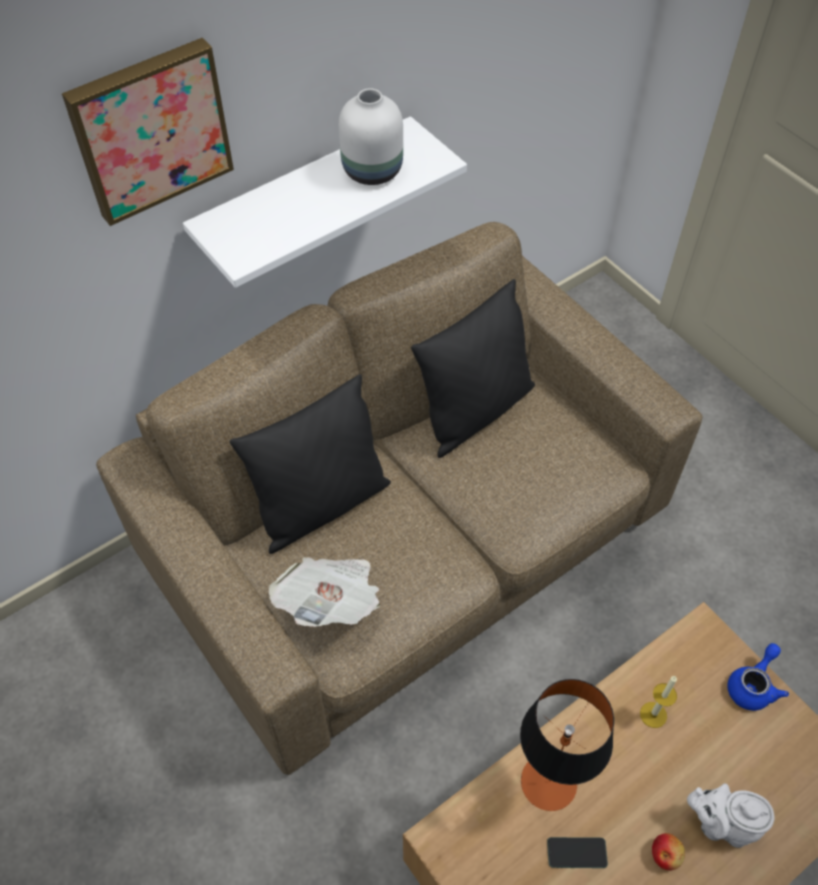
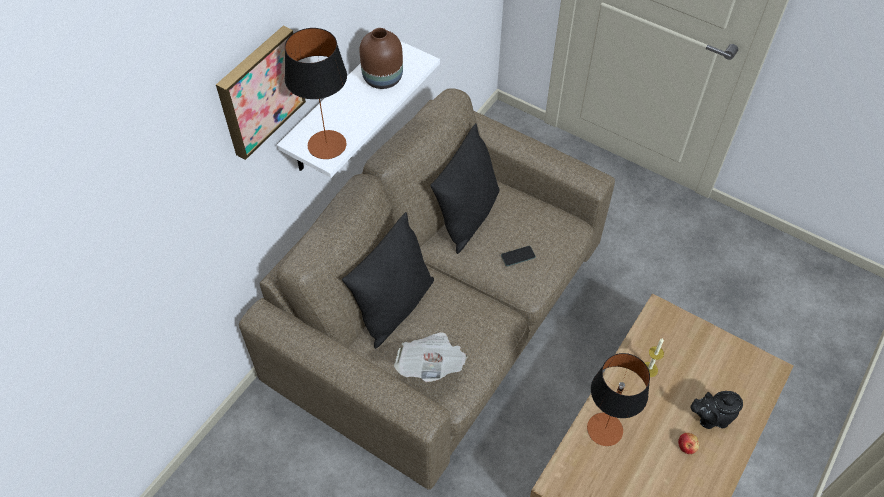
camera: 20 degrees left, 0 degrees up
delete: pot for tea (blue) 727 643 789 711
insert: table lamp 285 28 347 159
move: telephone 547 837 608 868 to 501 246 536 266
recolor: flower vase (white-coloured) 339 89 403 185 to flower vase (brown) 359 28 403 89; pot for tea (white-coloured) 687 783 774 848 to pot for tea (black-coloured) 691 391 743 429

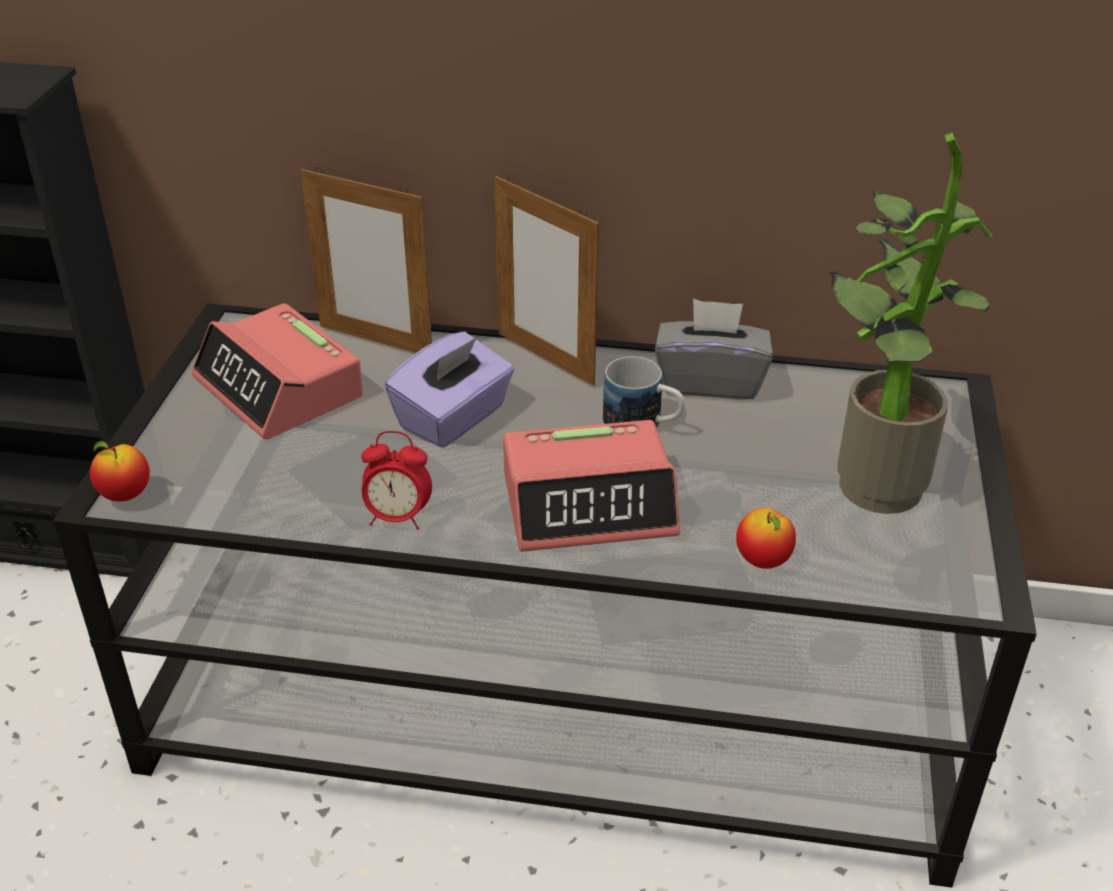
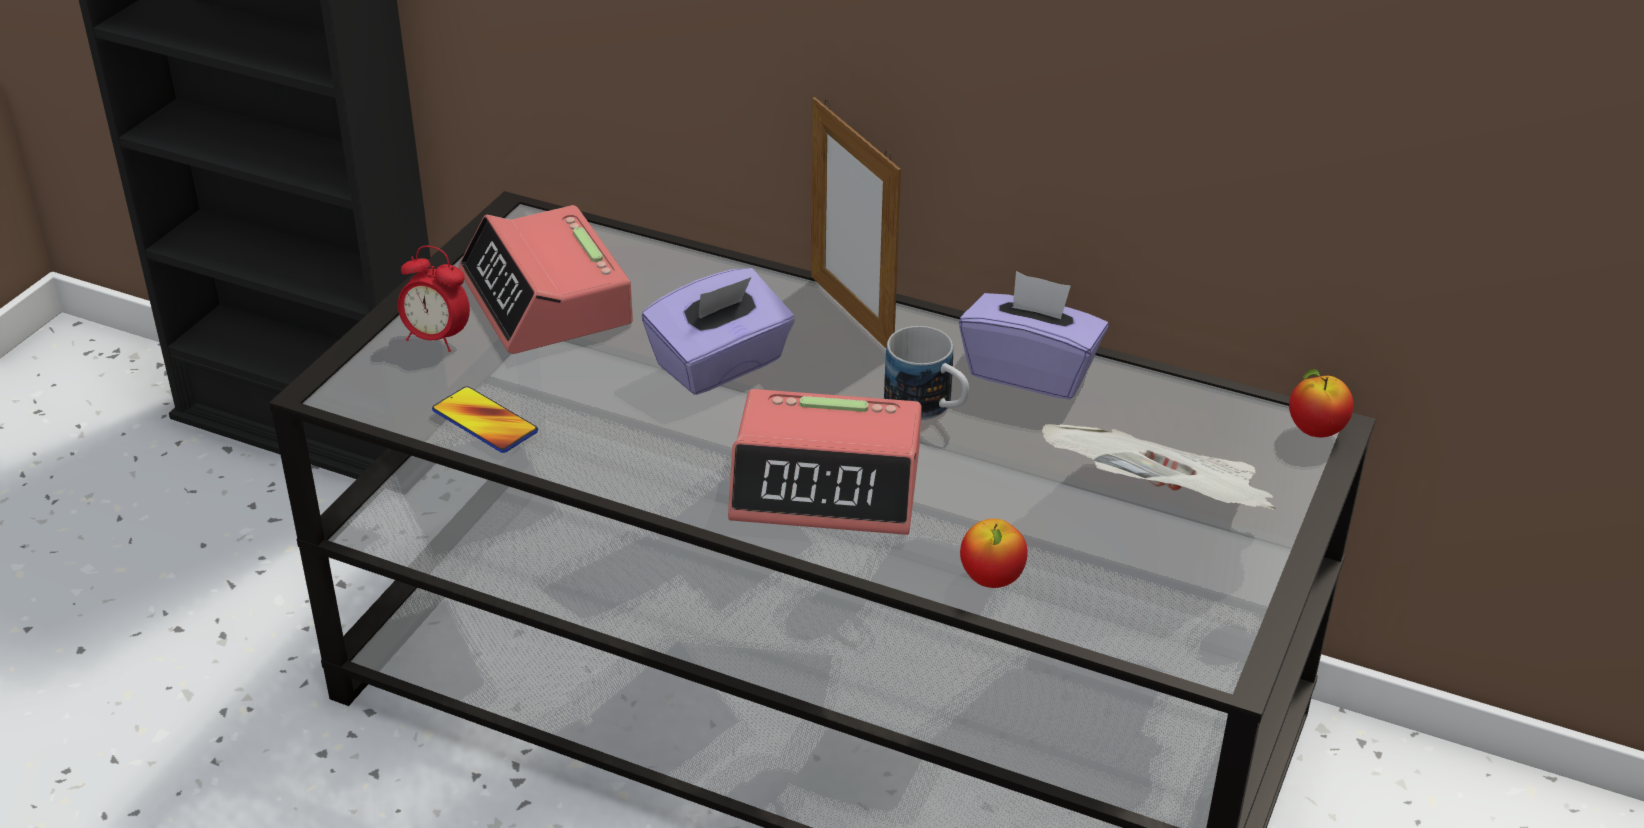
camera: 15 degrees right, 0 degrees up
delete: picture frame 301 167 432 353
insert: telephone 432 386 538 453
move: apple fruit 90 441 150 502 to 1289 369 1354 437; alarm clock 361 431 432 530 to 398 246 470 352
replace: potted plant 829 133 992 514 to daily paper 1042 424 1275 510
recolor: tissue box (greyish) 655 299 773 399 to tissue box (purple) 959 271 1108 399

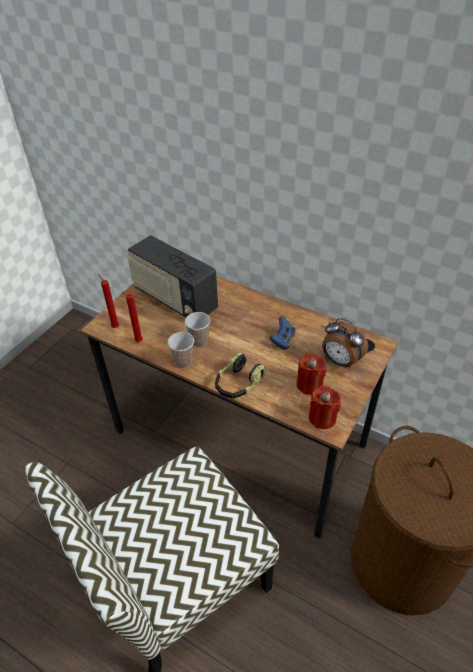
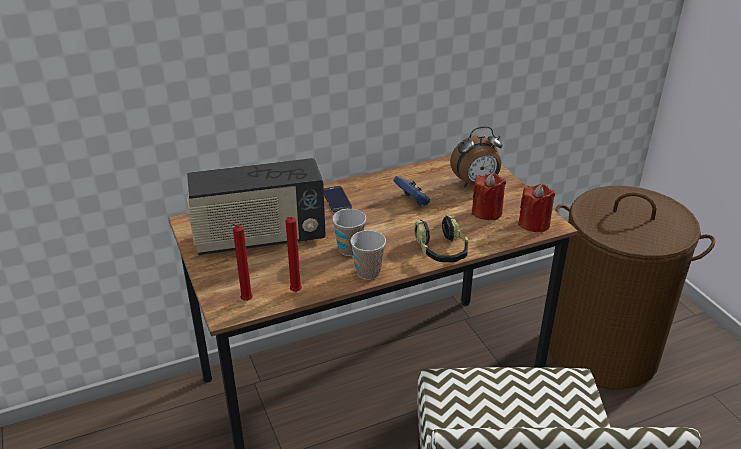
camera: 55 degrees left, 10 degrees down
insert: telephone 324 186 352 212

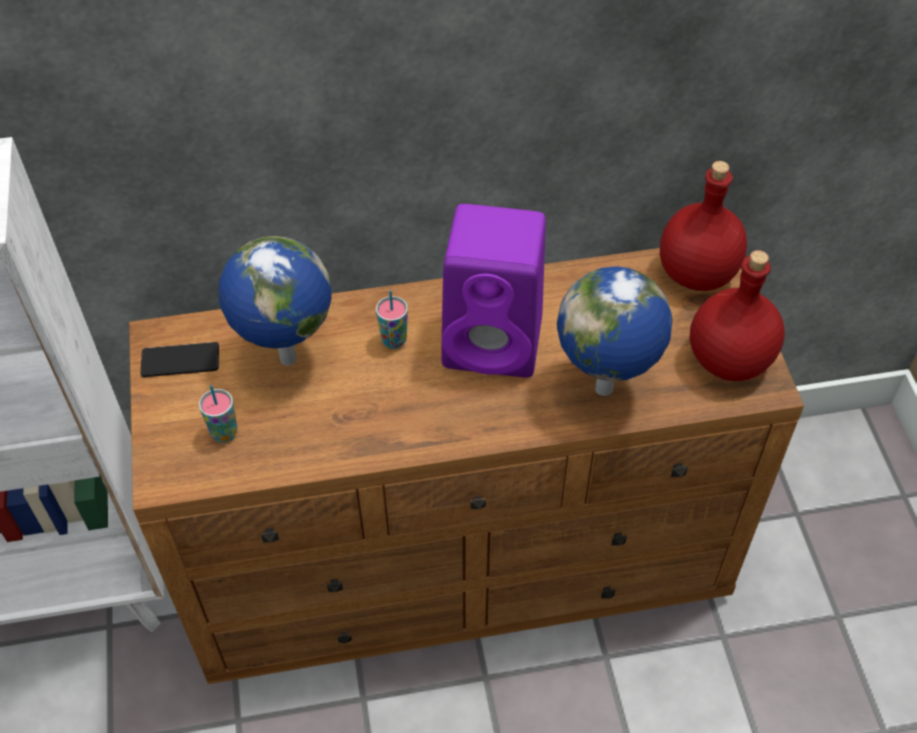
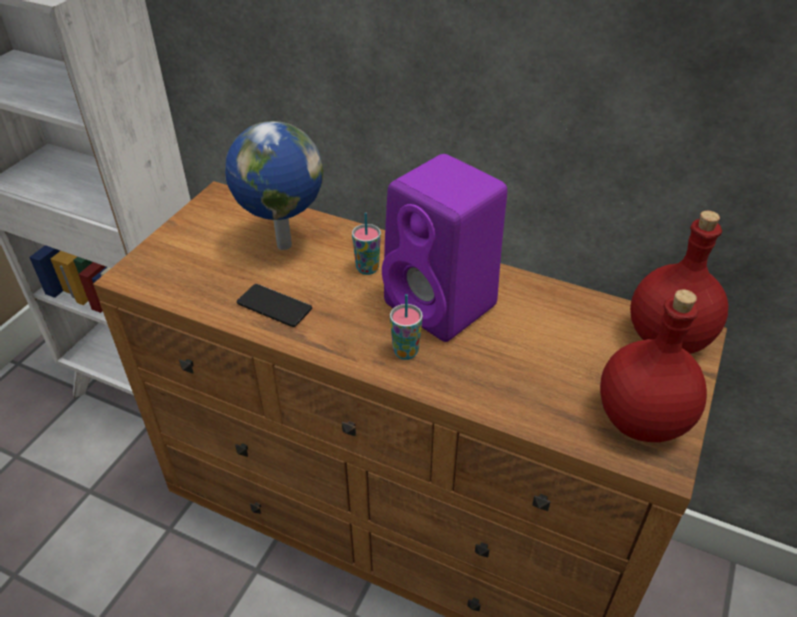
camera: 35 degrees right, 10 degrees down
delete: desk globe 557 266 672 396
move: telephone 140 342 219 377 to 237 284 312 327; drinking cup 199 385 238 443 to 390 294 423 360

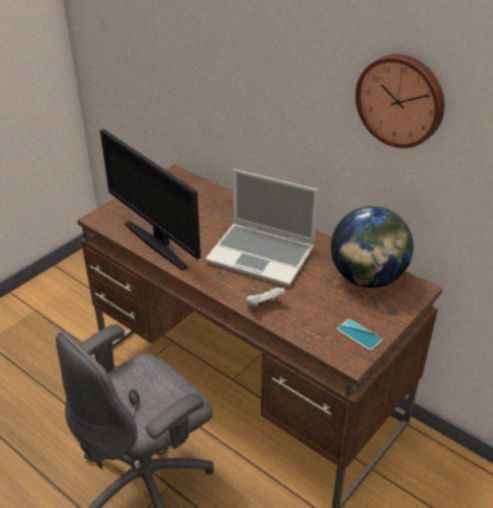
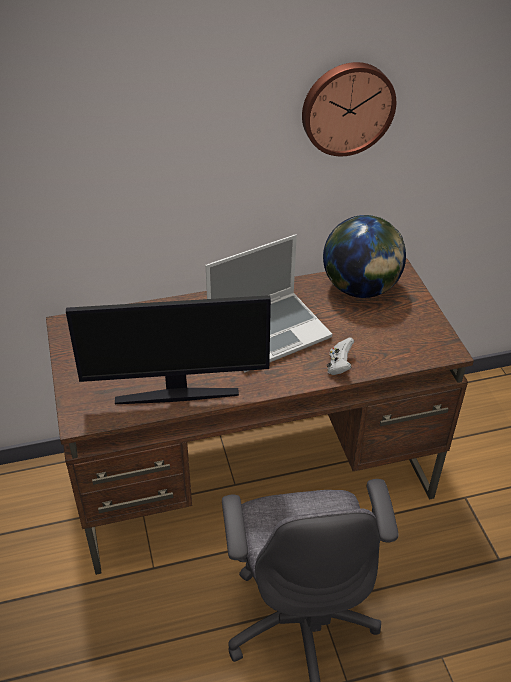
camera: 55 degrees left, 5 degrees up
delete: telephone 337 319 383 351

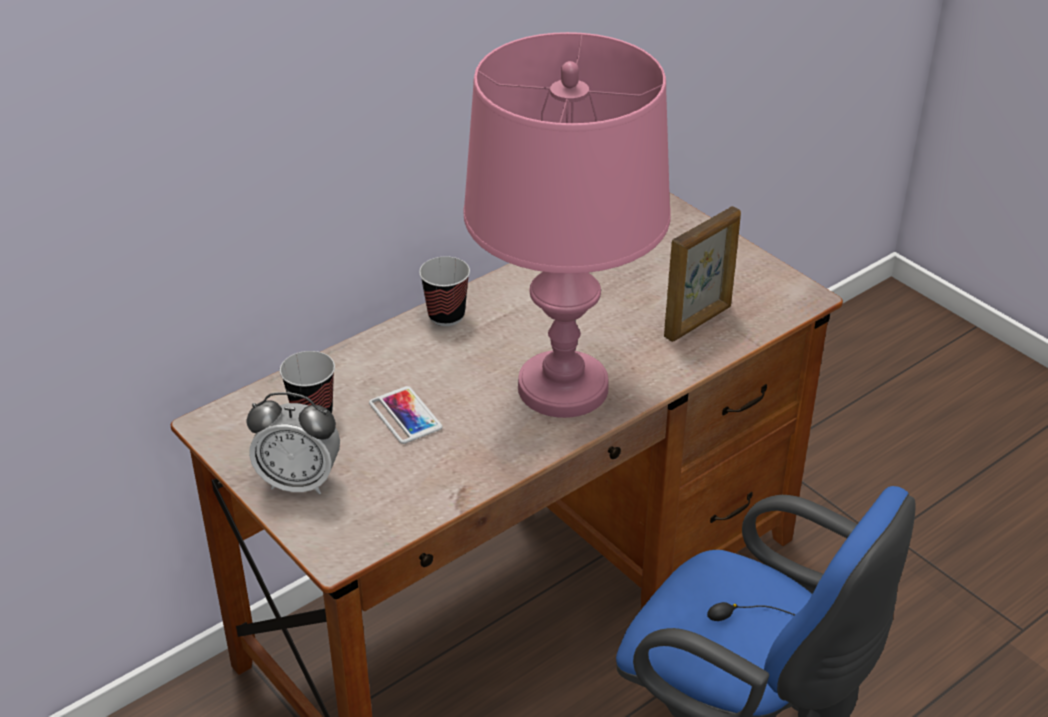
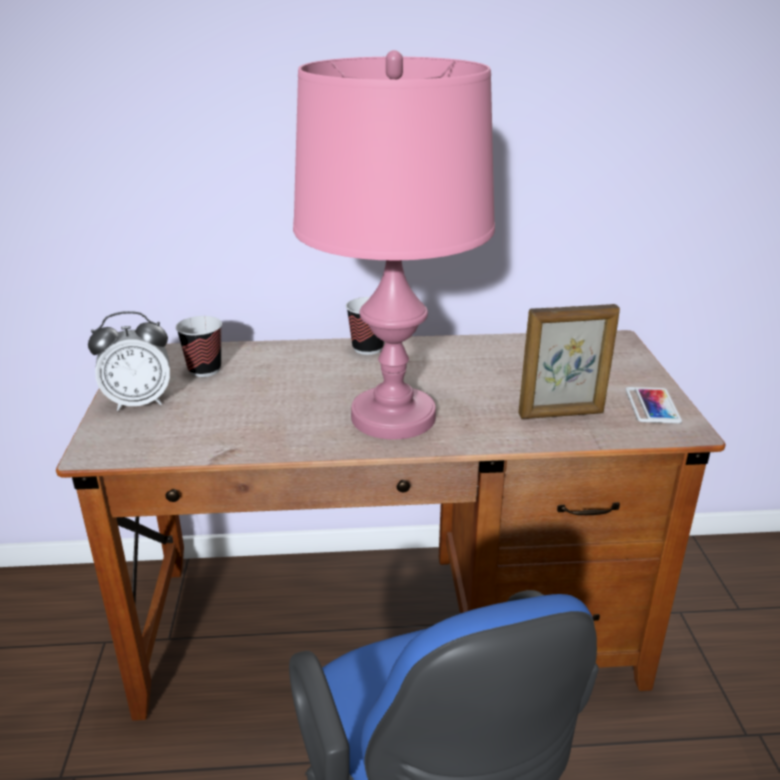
camera: 35 degrees right, 10 degrees down
move: telephone 369 386 443 444 to 625 387 682 424
rotate: alarm clock 246 392 340 494 = 88 311 170 411 60 degrees counterclockwise

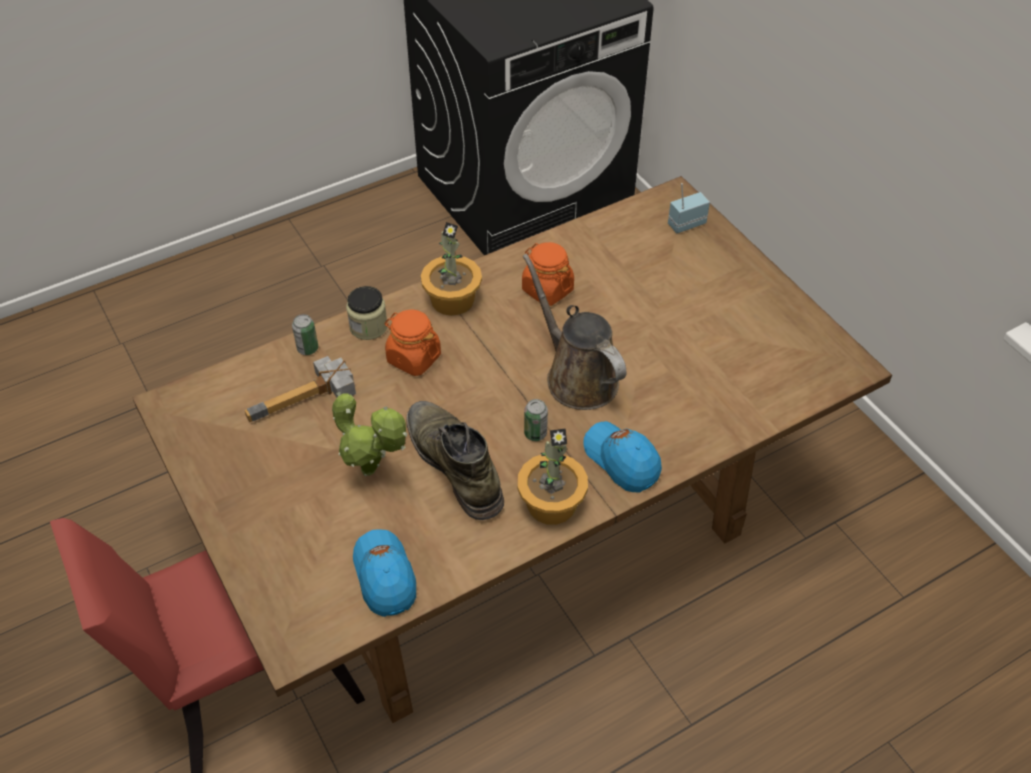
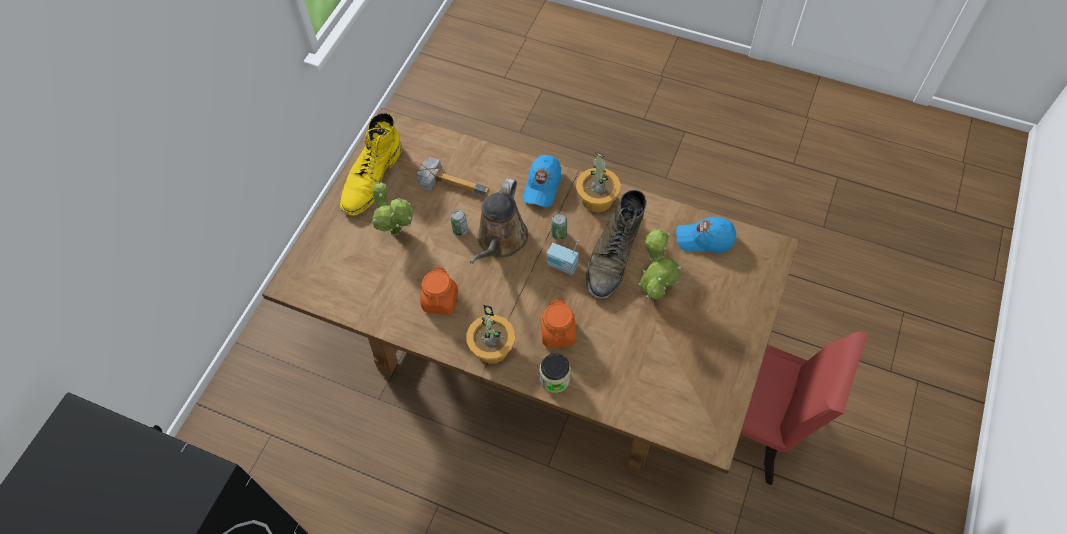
camera: 125 degrees left, 10 degrees up
insert: high-top boot (yellow) 340 112 402 216; potted plant 372 181 413 236
move: hand hammer 244 356 356 422 to 416 157 489 196; can 292 314 318 355 to 450 209 468 236; radio receiver 668 183 710 233 to 547 240 579 275
rotate: cap (blue) 353 529 416 617 = 676 217 736 253 60 degrees clockwise

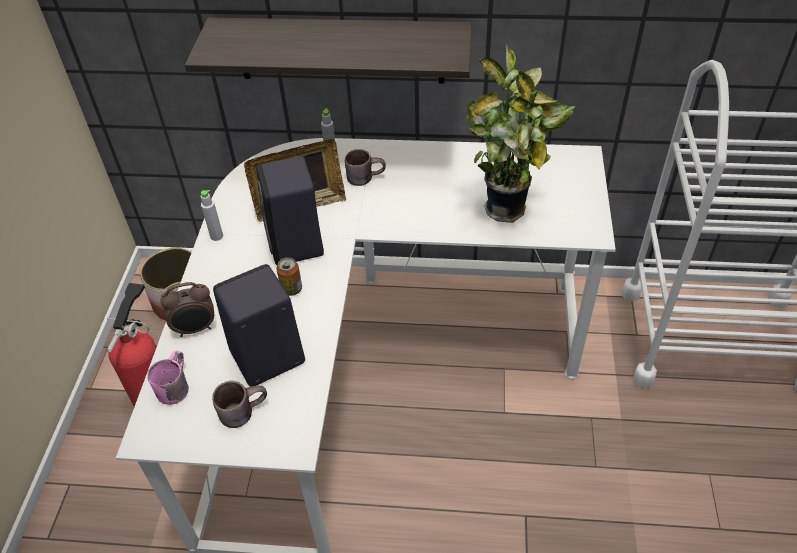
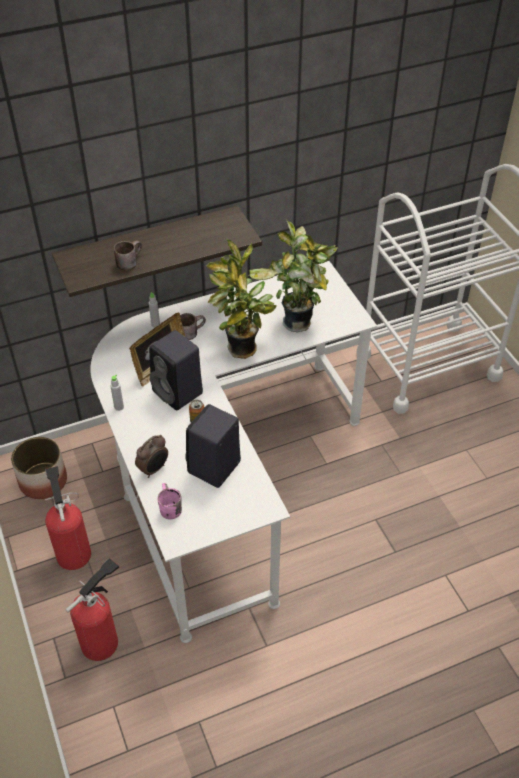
camera: 30 degrees left, 0 degrees up
insert: fire-fighting cylinder 65 558 119 661; potted plant 206 238 277 359
move: coffee mug (brown) 212 381 267 428 to 114 240 142 271

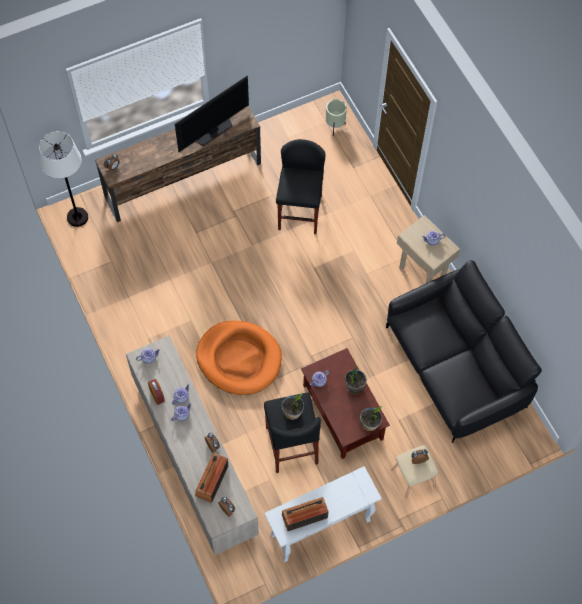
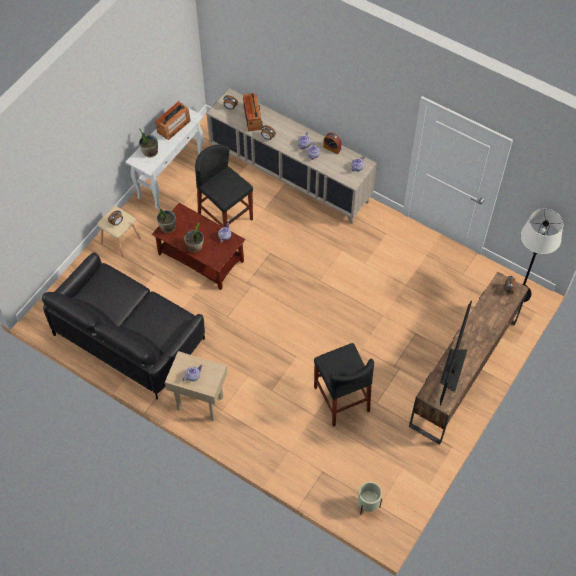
camera: 150 degrees right, 5 degrees down
delete: pet bed (orangey) 196 320 282 395
move: potted plant 282 393 304 420 to 139 128 158 158

